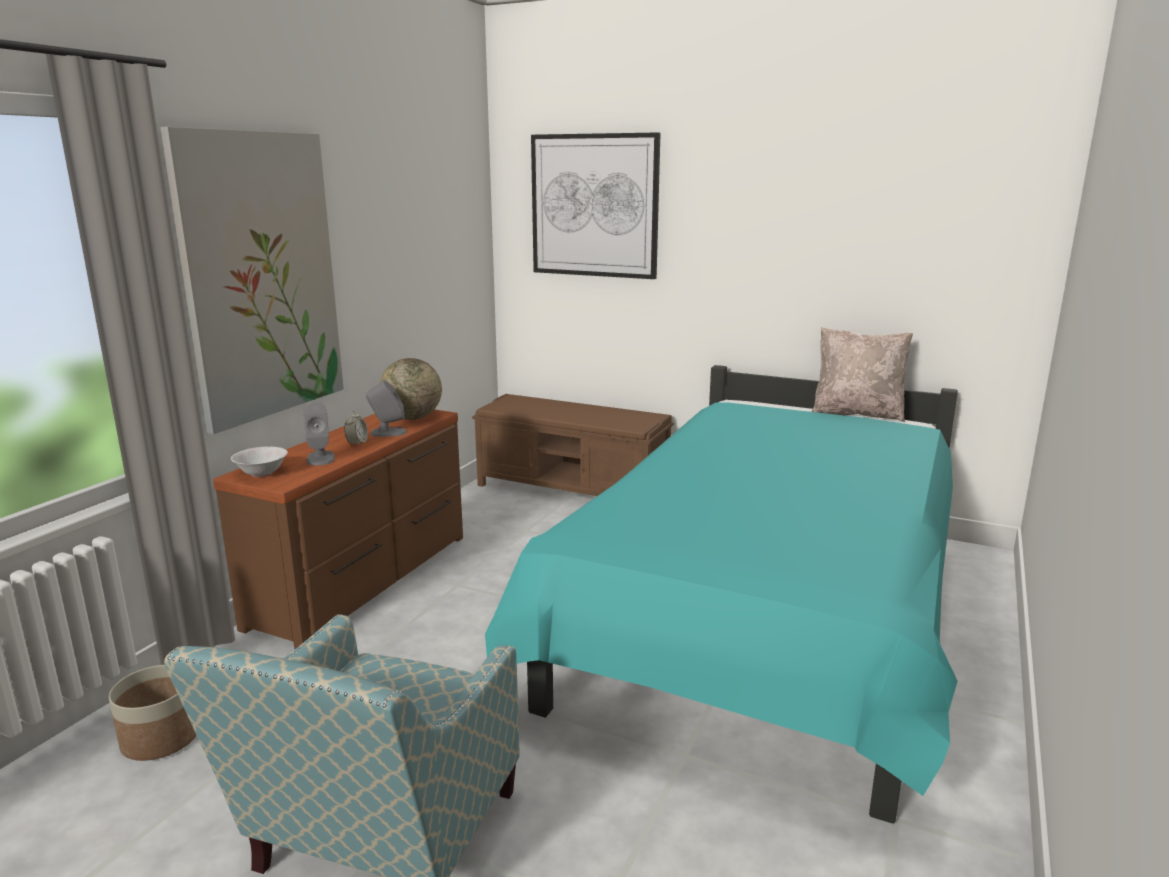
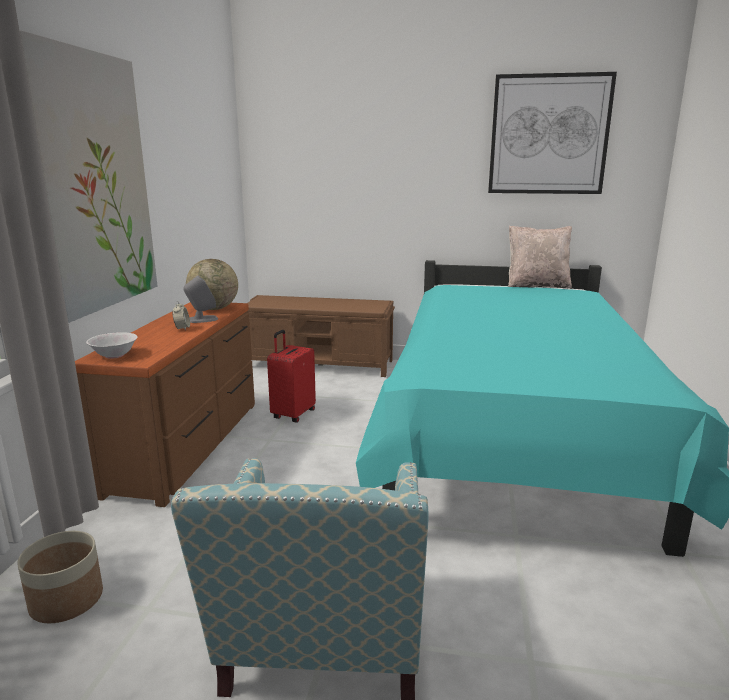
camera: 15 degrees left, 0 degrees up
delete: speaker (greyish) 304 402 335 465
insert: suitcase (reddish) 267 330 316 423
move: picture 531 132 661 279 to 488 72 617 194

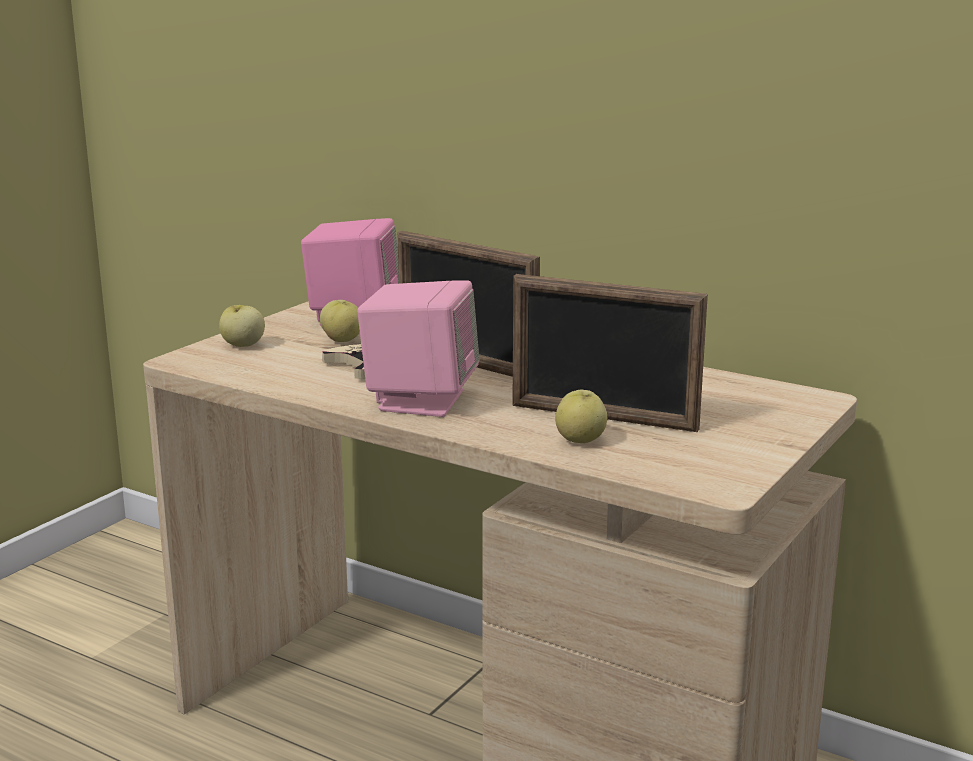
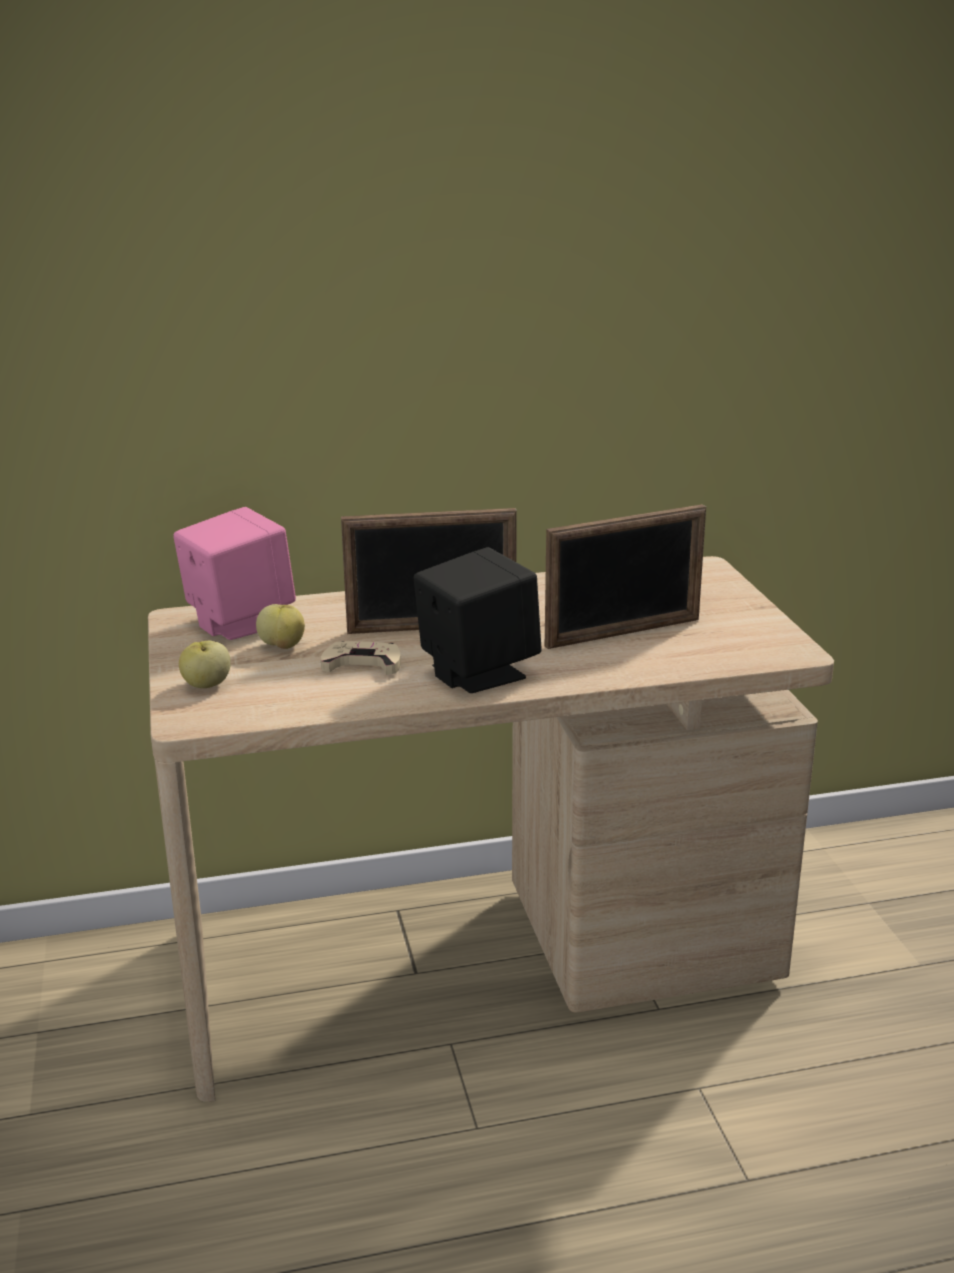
camera: 45 degrees left, 5 degrees up
delete: apple fruit 555 390 607 443
recolor: speaker (pink) 357 280 479 417 to speaker (black-coloured) 414 547 542 693

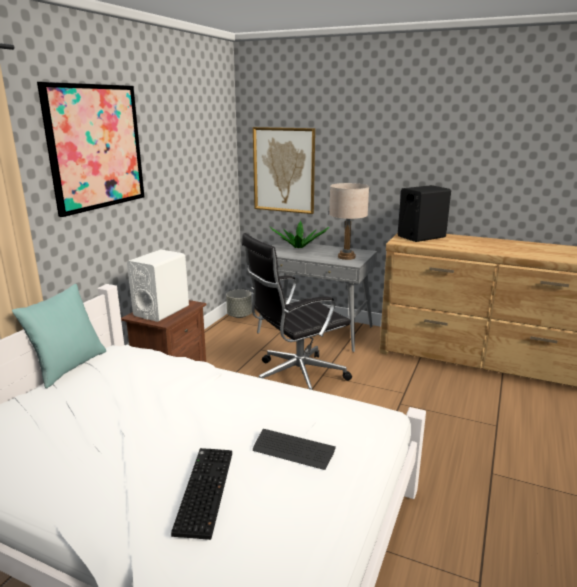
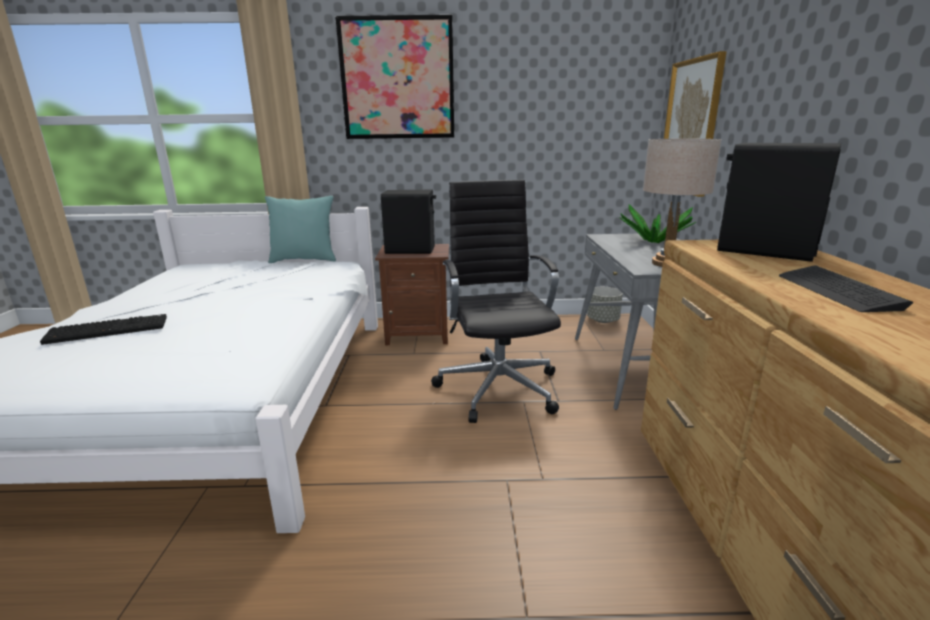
camera: 65 degrees right, 0 degrees up
move: PC keyboard 253 429 336 470 to 779 265 913 312
recolor: speaker (white-coloured) 127 249 189 322 to speaker (black-coloured) 381 190 436 254
rotate: computer chair (black-coloured) 242 233 352 390 = 431 180 561 423 45 degrees clockwise

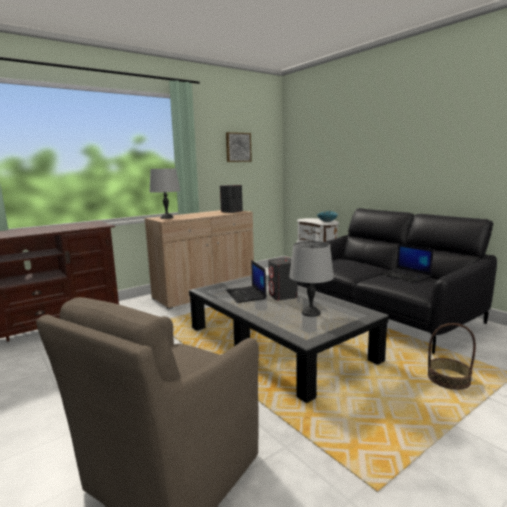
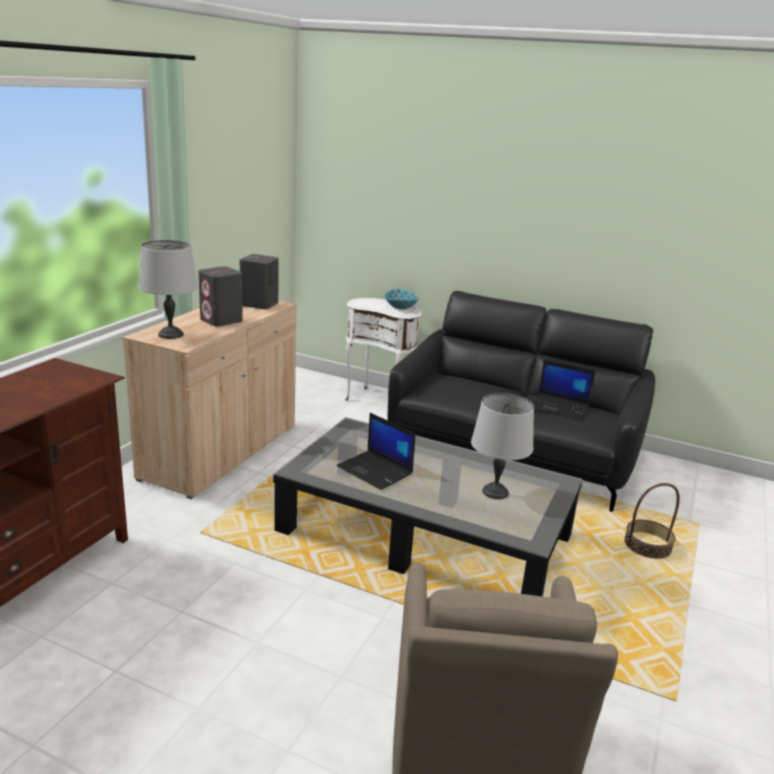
camera: 30 degrees left, 10 degrees up
delete: picture 226 132 252 162
move: speaker (greyish) 268 257 298 300 to 199 266 243 326

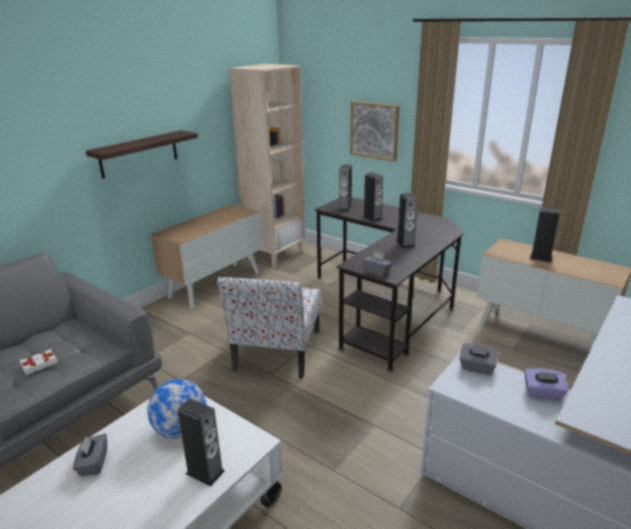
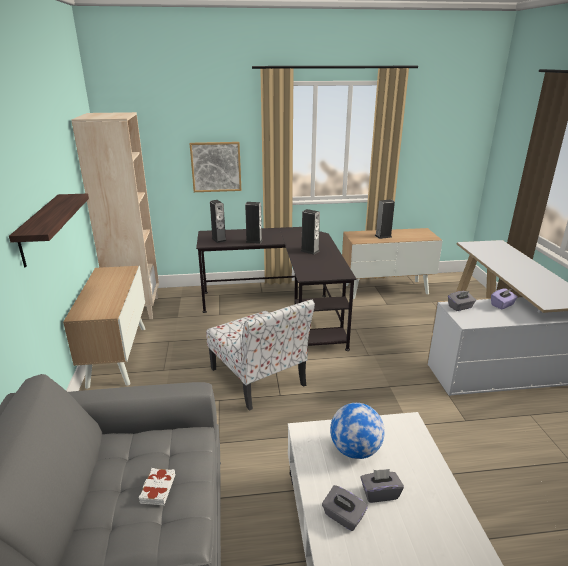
camera: 45 degrees left, 0 degrees up
delete: speaker 177 398 225 487
move: tissue box (greyish) 361 251 392 277 to 360 469 404 503

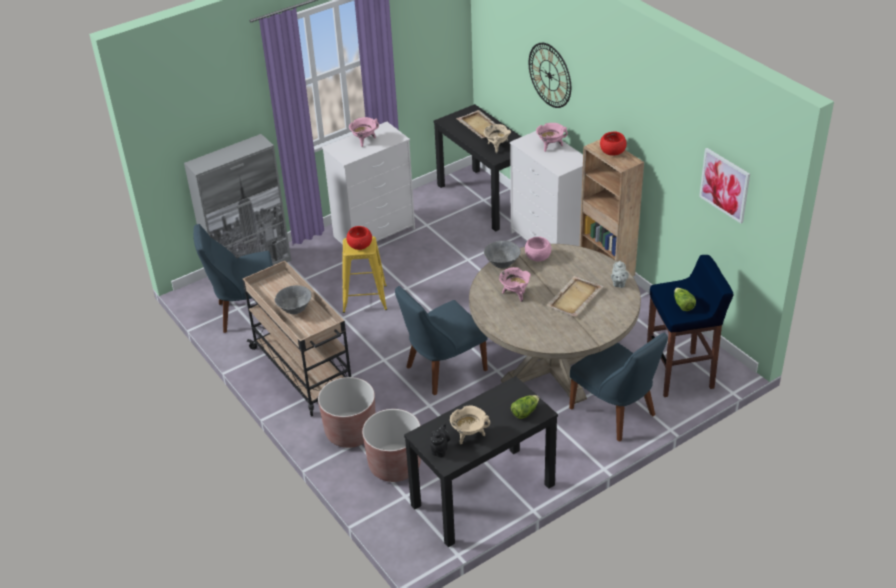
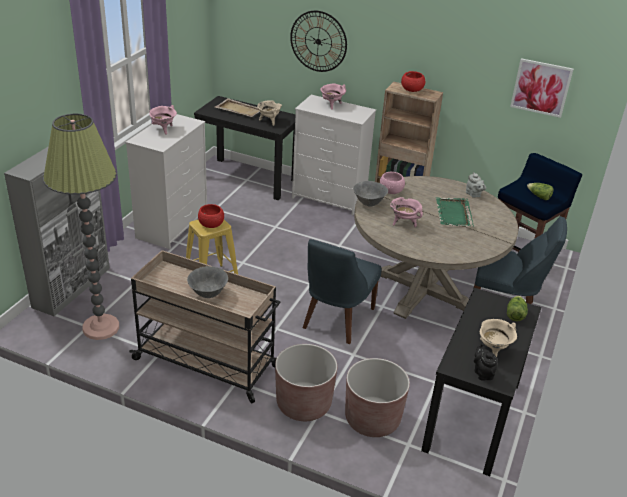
camera: 35 degrees left, 5 degrees down
replace: plain chair (blue) 193 224 273 333 to standard lamp 43 114 119 340
recolor: carrying tray (beige) 546 276 603 317 to carrying tray (green) 436 197 474 227

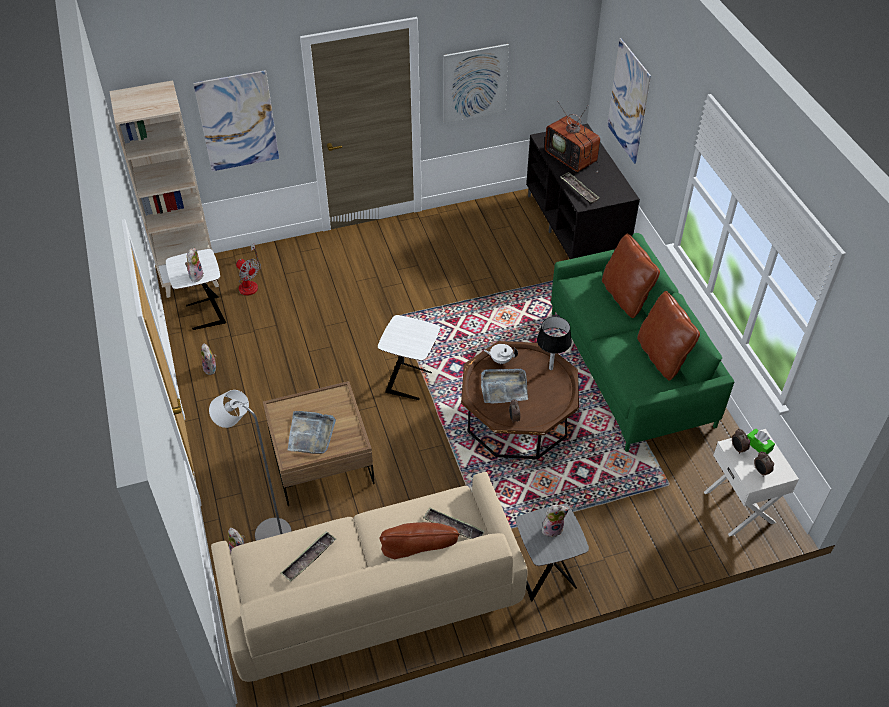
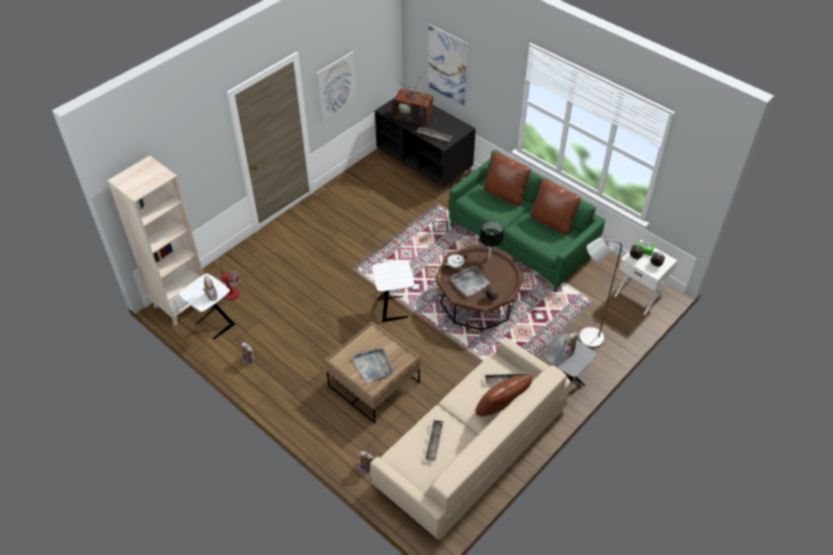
camera: 30 degrees left, 0 degrees up
delete: picture 193 70 279 171
move: standard lamp (greyish) 209 390 292 541 to 579 235 622 348

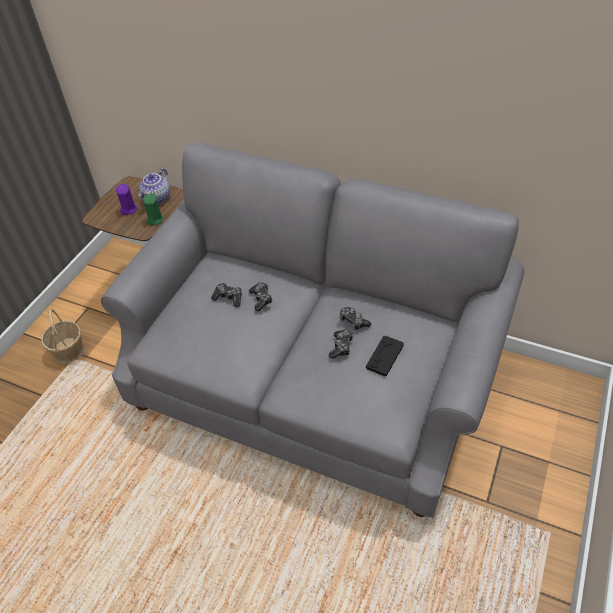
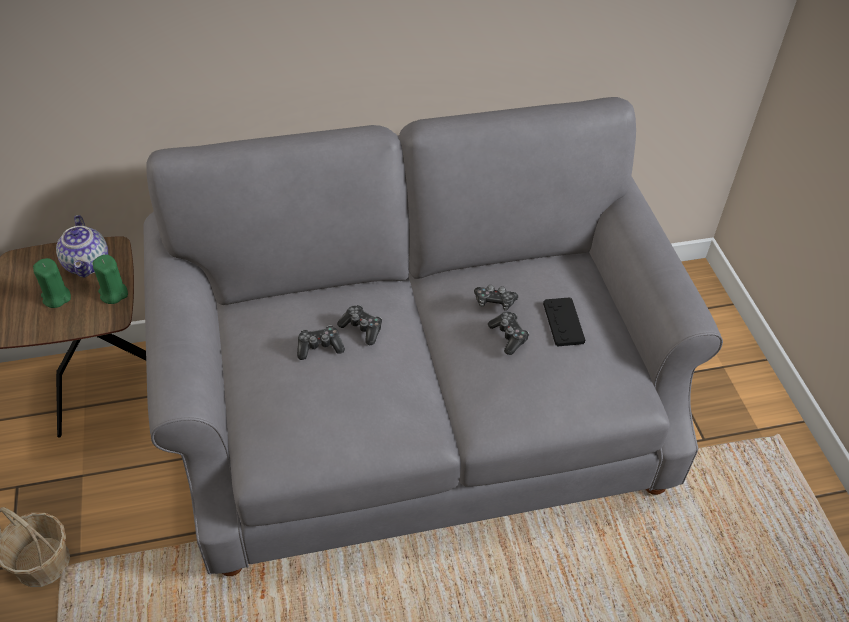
camera: 40 degrees left, 0 degrees up
recolor: wax light (purple) 116 184 137 215 to wax light (green) 33 258 71 308

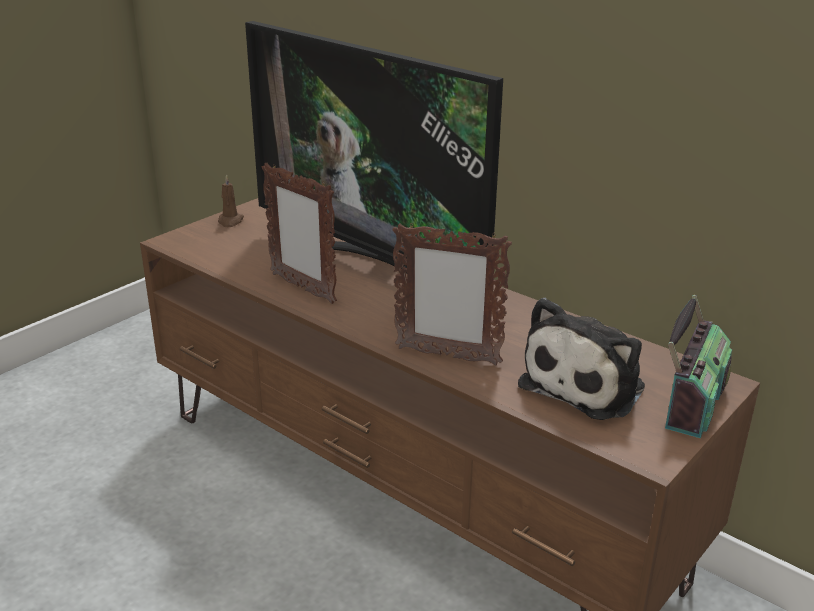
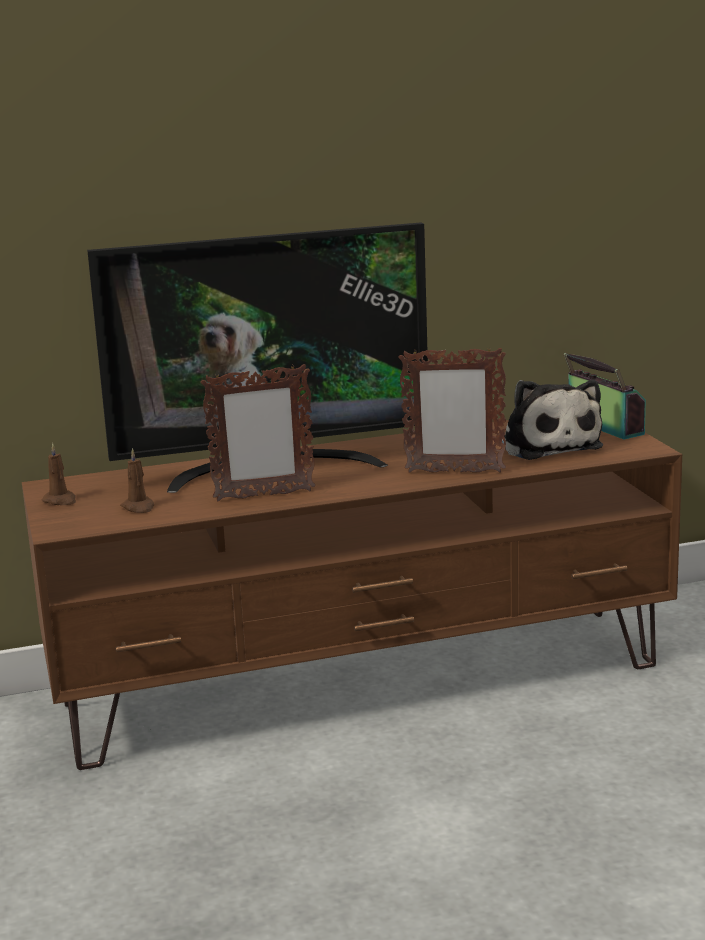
camera: 55 degrees left, 10 degrees down
insert: wax light (brown) 120 448 154 513
rotate: picture frame 392 223 512 366 = 398 347 506 473 45 degrees clockwise

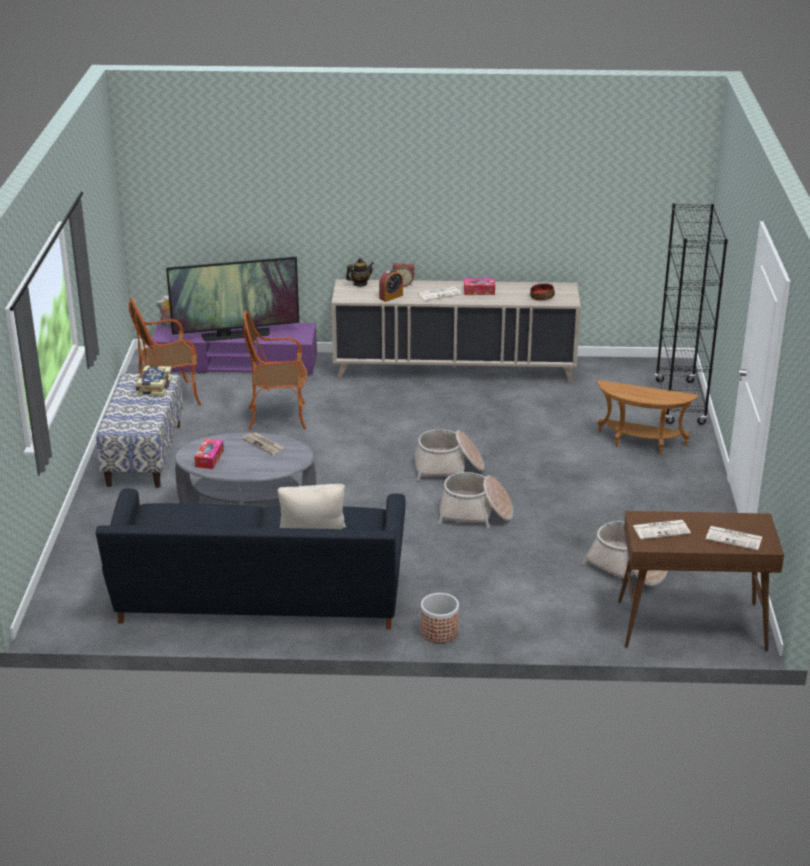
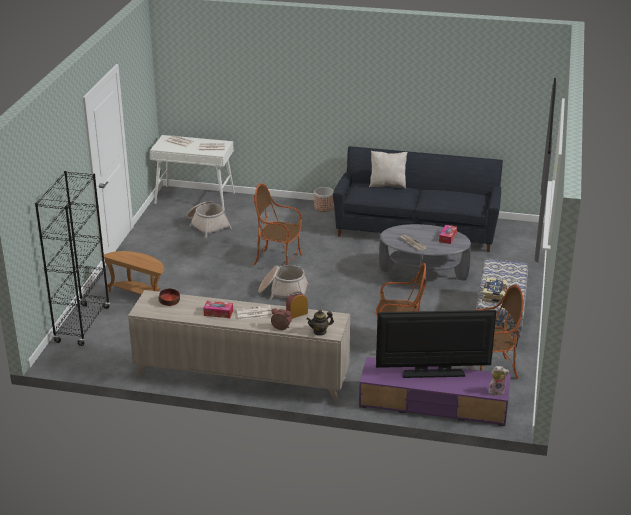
camera: 170 degrees left, 0 degrees up
replace: household basket 438 472 513 528 to easy chair 254 183 302 265
recolor: hall table (brown) 618 511 784 651 to hall table (white-coloured) 150 135 235 211

